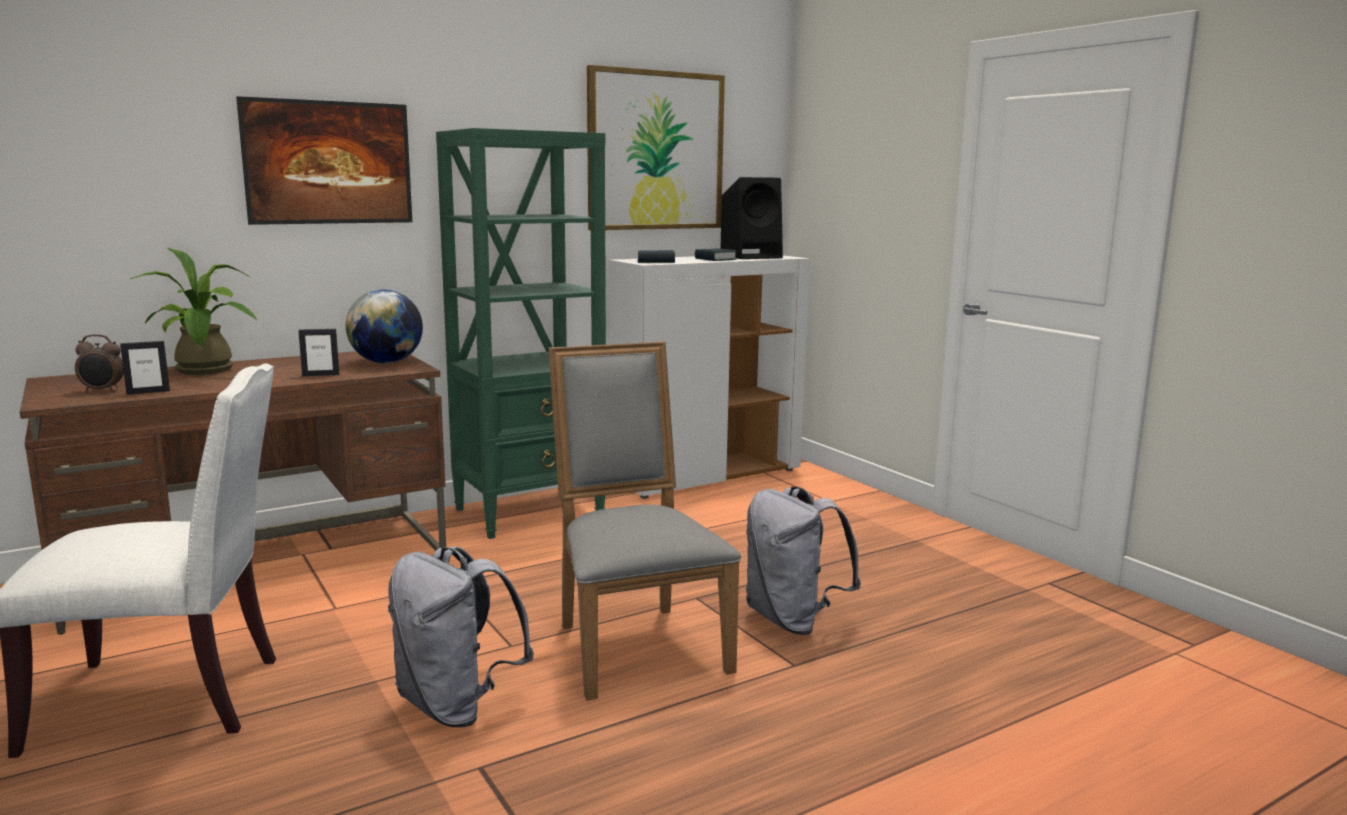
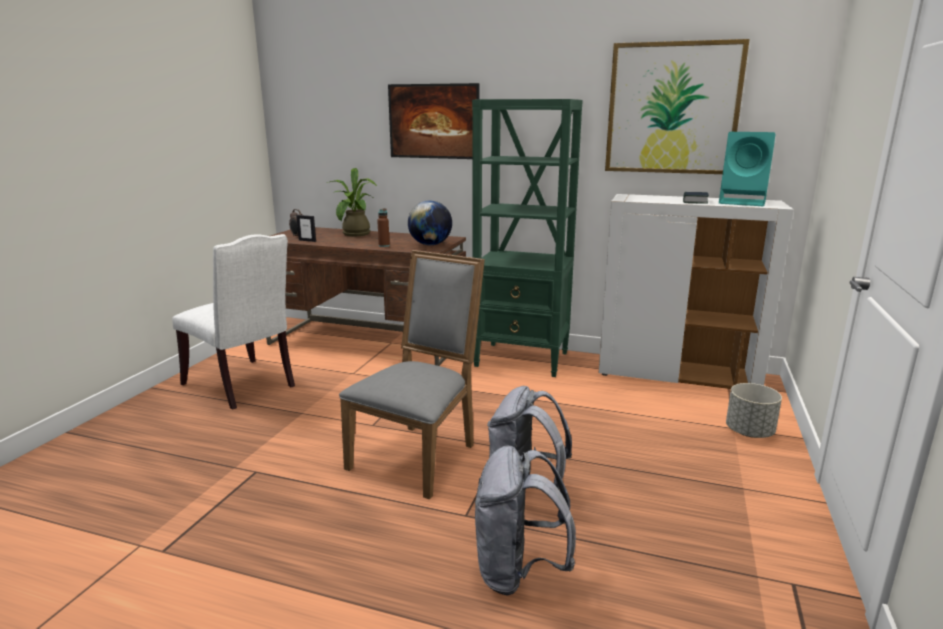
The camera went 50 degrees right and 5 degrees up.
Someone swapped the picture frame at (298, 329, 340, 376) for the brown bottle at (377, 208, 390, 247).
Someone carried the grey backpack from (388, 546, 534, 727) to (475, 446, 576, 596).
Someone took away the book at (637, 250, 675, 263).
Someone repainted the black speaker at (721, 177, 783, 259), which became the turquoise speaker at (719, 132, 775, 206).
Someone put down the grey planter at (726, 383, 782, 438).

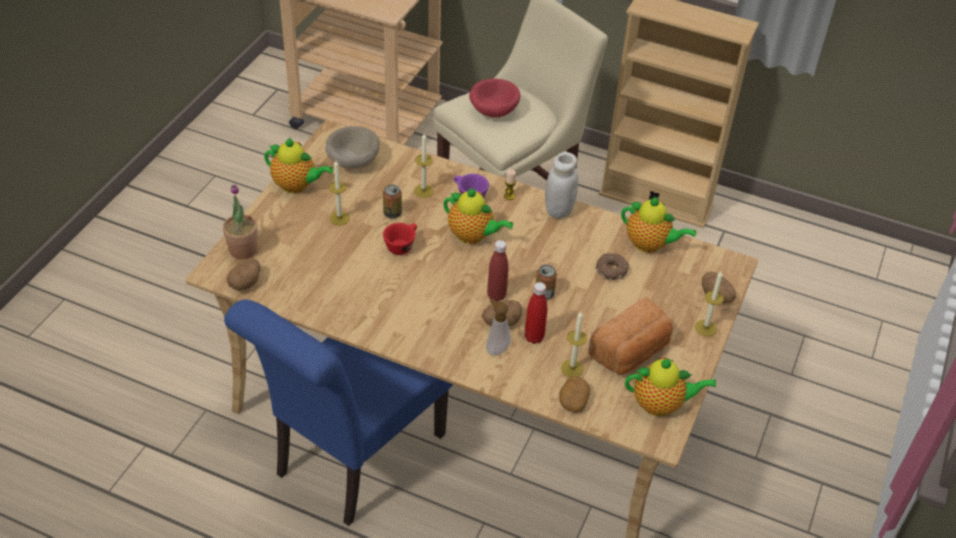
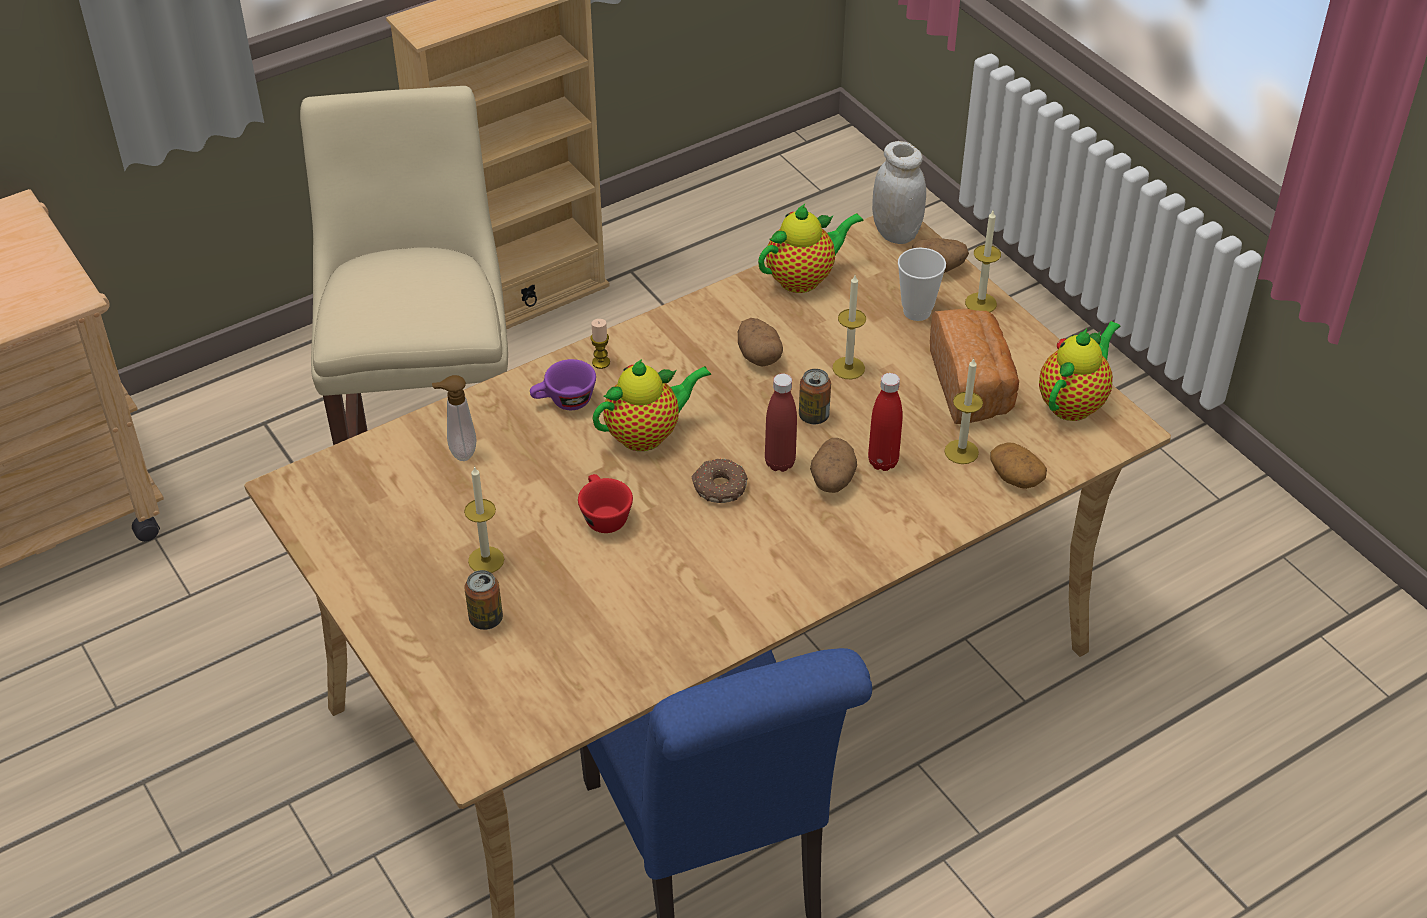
The camera went 55 degrees left and 0 degrees up.
Someone took away the potted plant at (223, 184, 258, 259).
Someone carried the potato from (226, 258, 260, 291) to (738, 318, 783, 367).
Someone took away the teapot at (264, 138, 333, 193).
Someone took away the beige bowl at (325, 126, 380, 169).
Someone carried the can from (383, 184, 402, 218) to (464, 570, 503, 630).
Someone carried the candle from (414, 134, 434, 198) to (833, 275, 866, 379).
Someone took away the red bowl at (469, 78, 520, 118).
Someone carried the soap dispenser from (486, 299, 511, 356) to (432, 375, 476, 461).
Someone carried the white jar from (545, 152, 578, 218) to (872, 141, 926, 244).
Someone carried the donut from (595, 253, 629, 280) to (691, 458, 748, 503).
Someone put down the cup at (898, 248, 946, 321).

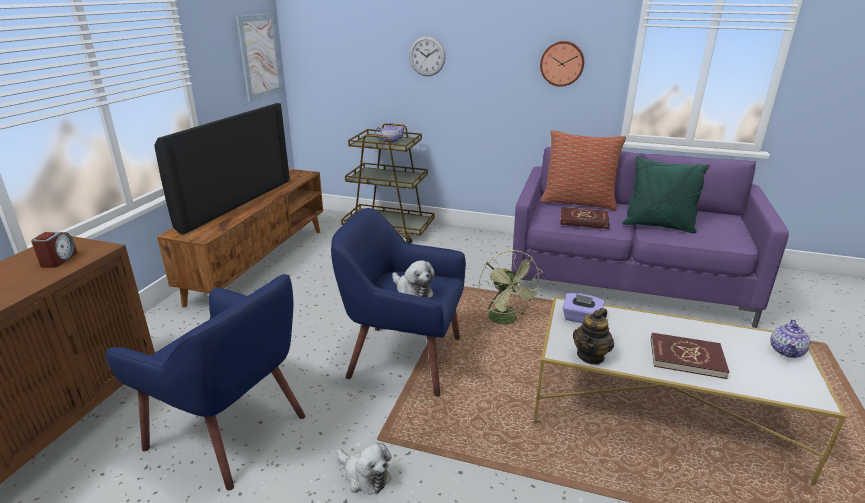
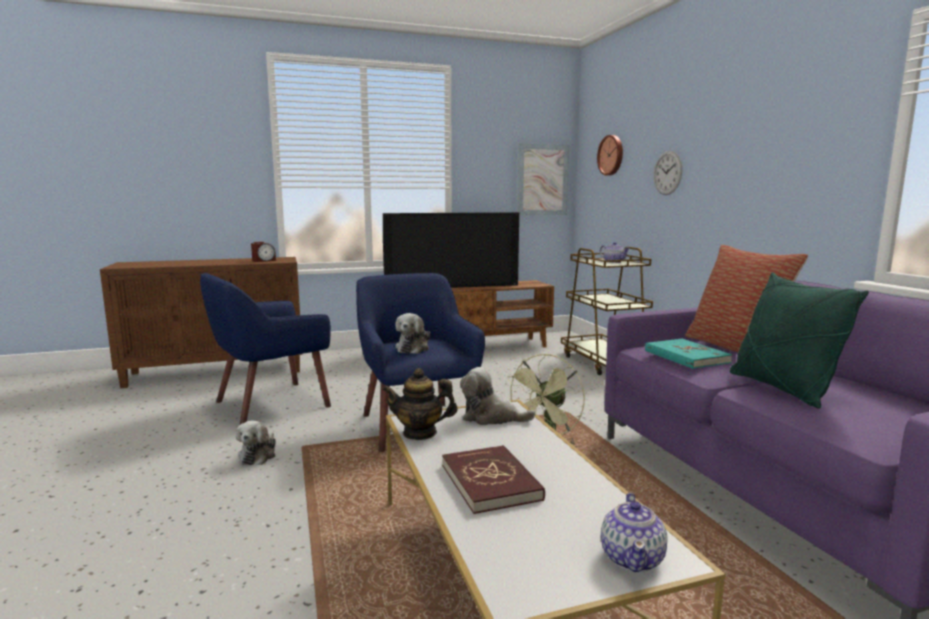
The camera went 55 degrees right and 15 degrees down.
Someone rotated the blue armchair at (105, 274, 306, 491) by 60 degrees clockwise.
Someone carried the wall clock from (540, 41, 584, 87) to (597, 135, 623, 176).
Someone repainted the red book at (560, 207, 610, 229), which became the turquoise book at (645, 339, 732, 369).
Someone swapped the purple tissue box at (563, 293, 605, 323) for the plush toy at (460, 367, 535, 425).
Someone rotated the teapot at (770, 320, 811, 358) by 75 degrees counterclockwise.

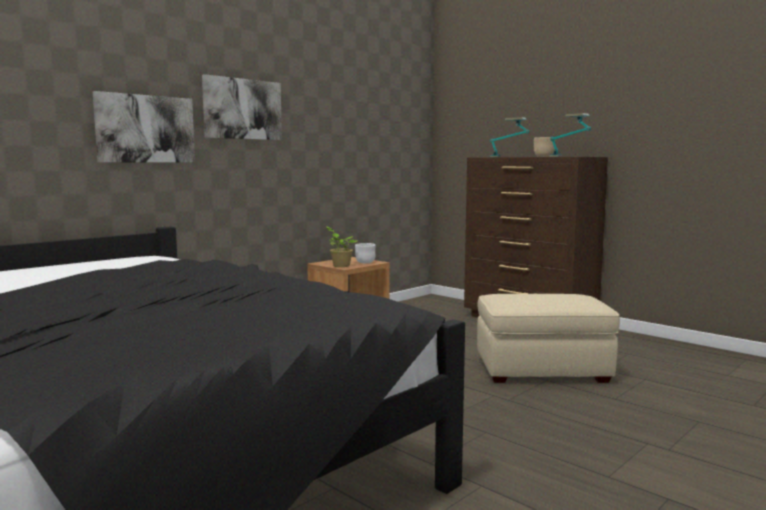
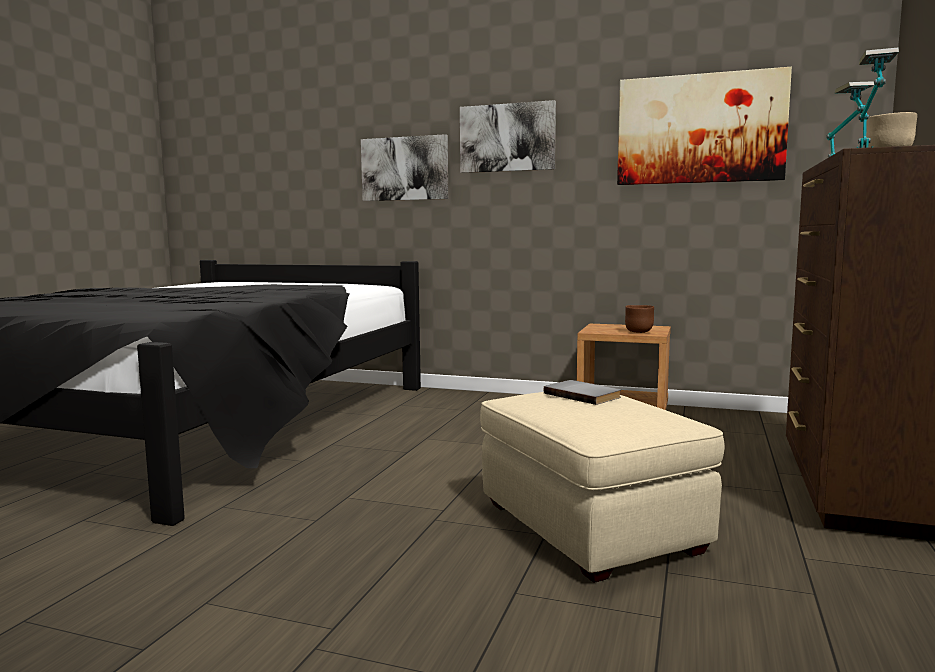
The camera went 65 degrees right and 0 degrees up.
Someone took away the potted plant at (326, 226, 357, 267).
Someone repainted the white bowl at (355, 243, 375, 263), which became the brown bowl at (625, 305, 654, 333).
Someone put down the grey book at (544, 380, 621, 405).
Someone put up the picture at (617, 67, 792, 185).

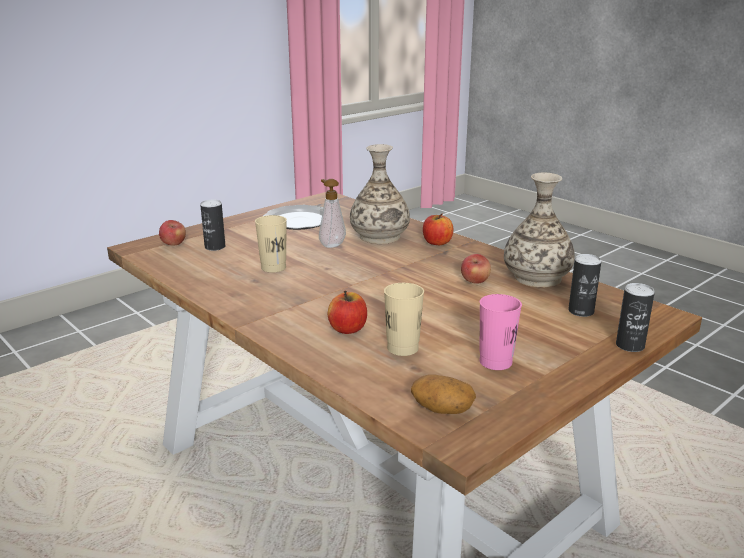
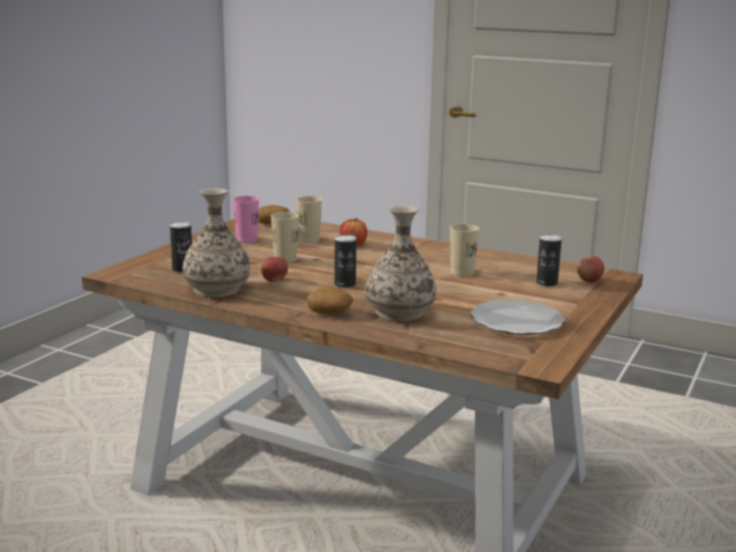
The camera went 160 degrees right and 5 degrees down.
Someone took away the soap dispenser at (319, 179, 346, 248).
Someone swapped the apple at (423, 213, 453, 245) for the potato at (307, 288, 353, 314).
Someone carried the can from (616, 283, 655, 352) to (334, 234, 356, 288).
Someone put down the beige cup at (271, 212, 299, 263).

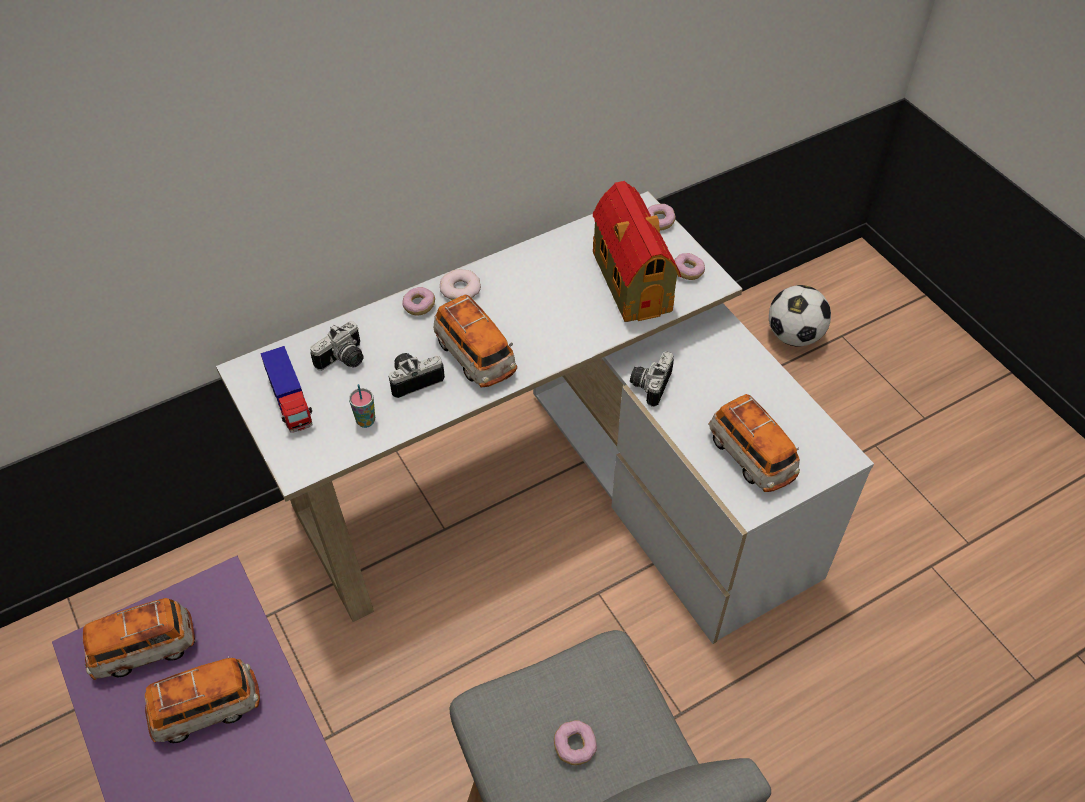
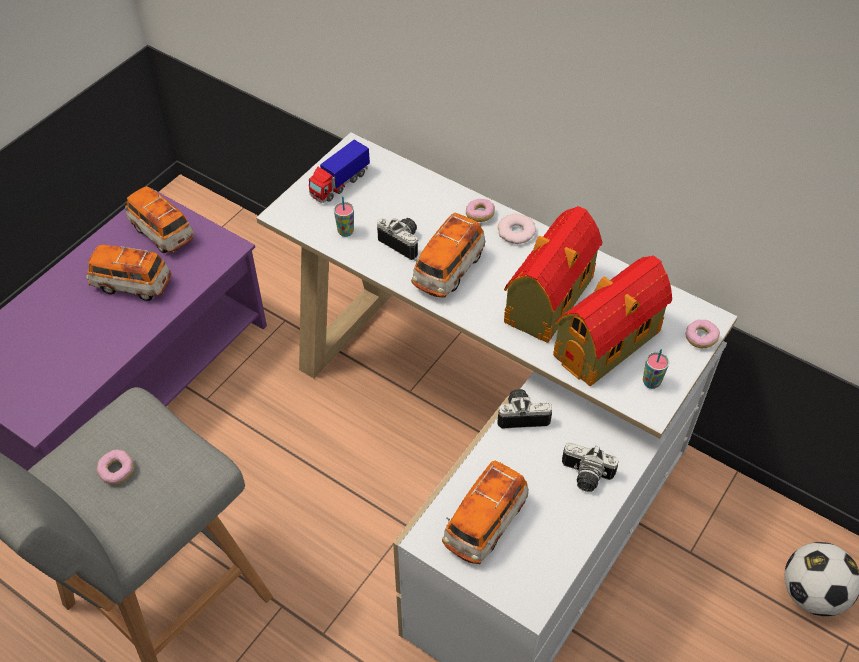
The camera went 65 degrees right and 0 degrees up.
Someone rotated the toy car at (145, 656, 260, 743) by 150 degrees clockwise.
Someone carried the photo camera from (310, 321, 364, 370) to (562, 442, 619, 492).
Someone swapped the donut at (674, 253, 705, 280) for the cup at (643, 349, 669, 389).
Someone put down the toy house at (504, 206, 602, 343).

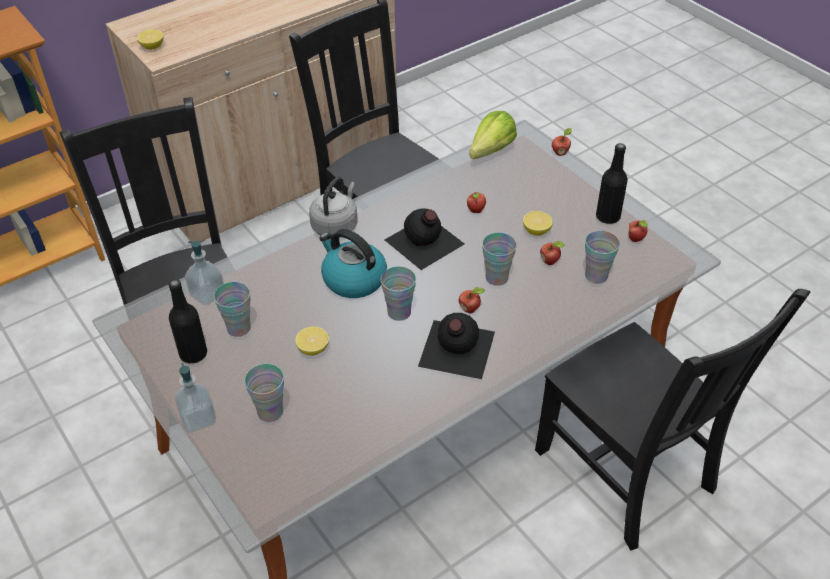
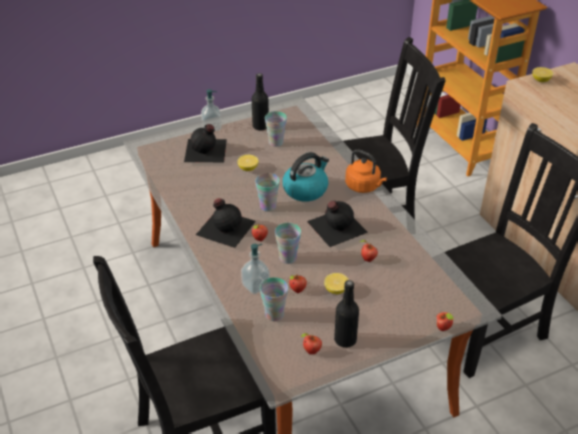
The camera went 100 degrees right and 5 degrees down.
Someone carried the soap dispenser from (185, 241, 224, 305) to (241, 244, 270, 294).
Someone swapped the cup at (244, 364, 284, 422) for the black bottle at (184, 124, 227, 162).
Someone repainted the grey kettle at (309, 177, 357, 235), which became the orange kettle at (345, 149, 387, 193).
Someone took away the lettuce at (469, 111, 517, 159).

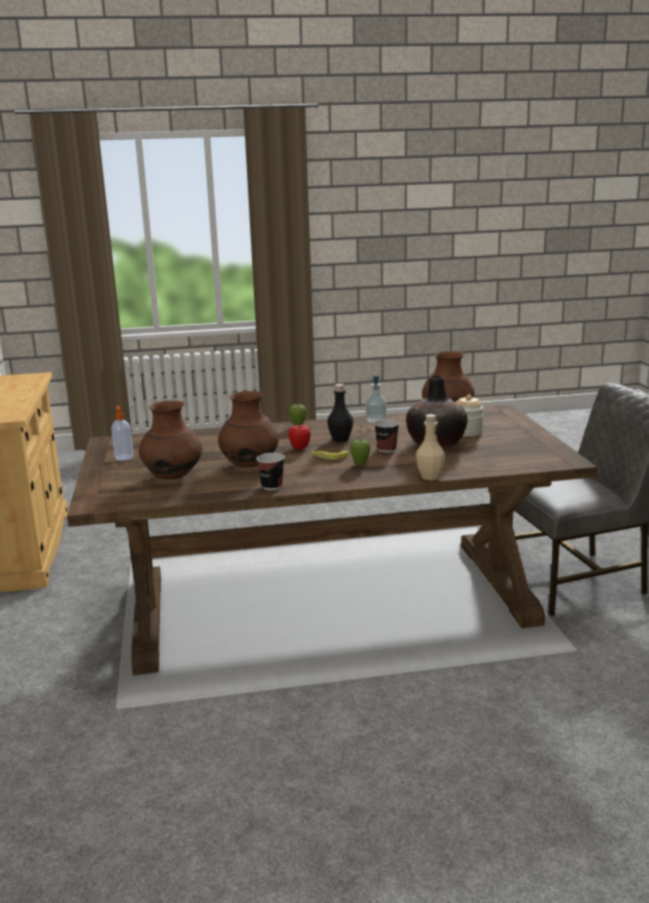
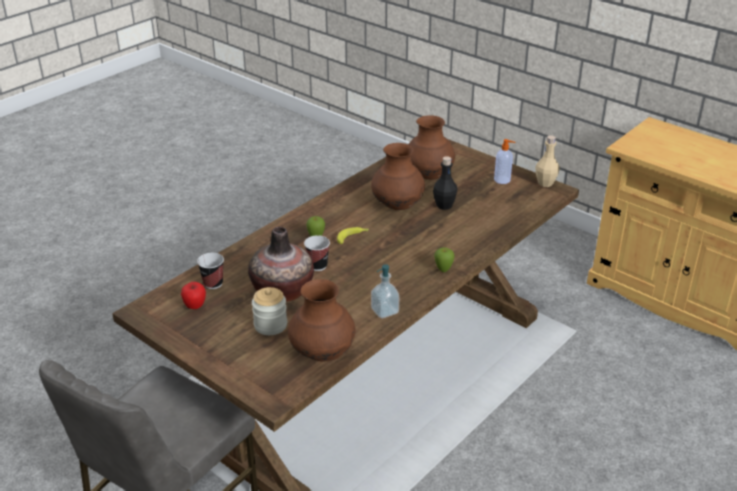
The camera went 140 degrees right and 15 degrees up.
Someone carried the cup from (256, 453, 285, 490) to (197, 253, 224, 289).
Someone carried the apple from (288, 425, 311, 449) to (181, 282, 206, 309).
Someone carried the black bottle from (327, 384, 353, 442) to (433, 156, 458, 210).
Someone carried the beige bottle from (416, 414, 445, 480) to (535, 135, 560, 187).

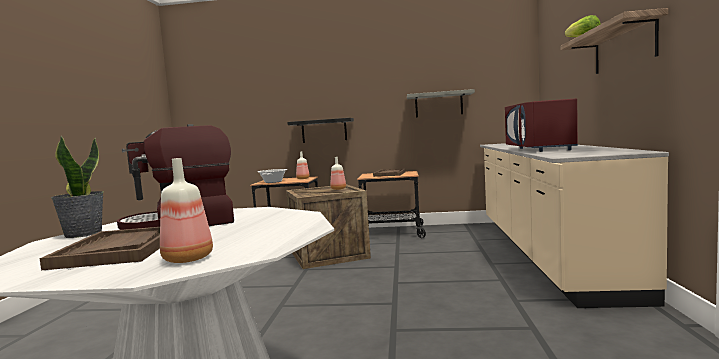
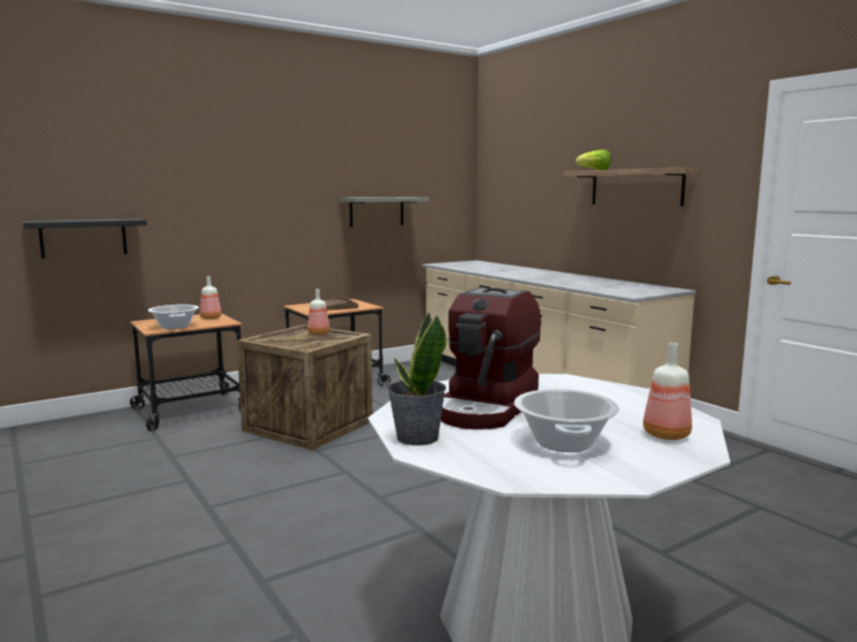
The camera went 40 degrees left and 5 degrees up.
Someone swapped the brown tray at (40, 227, 160, 270) for the cooking pot at (514, 389, 619, 452).
Someone carried the black shelf from (287, 118, 354, 143) to (21, 219, 147, 258).
Someone took away the red microwave at (505, 98, 578, 152).

